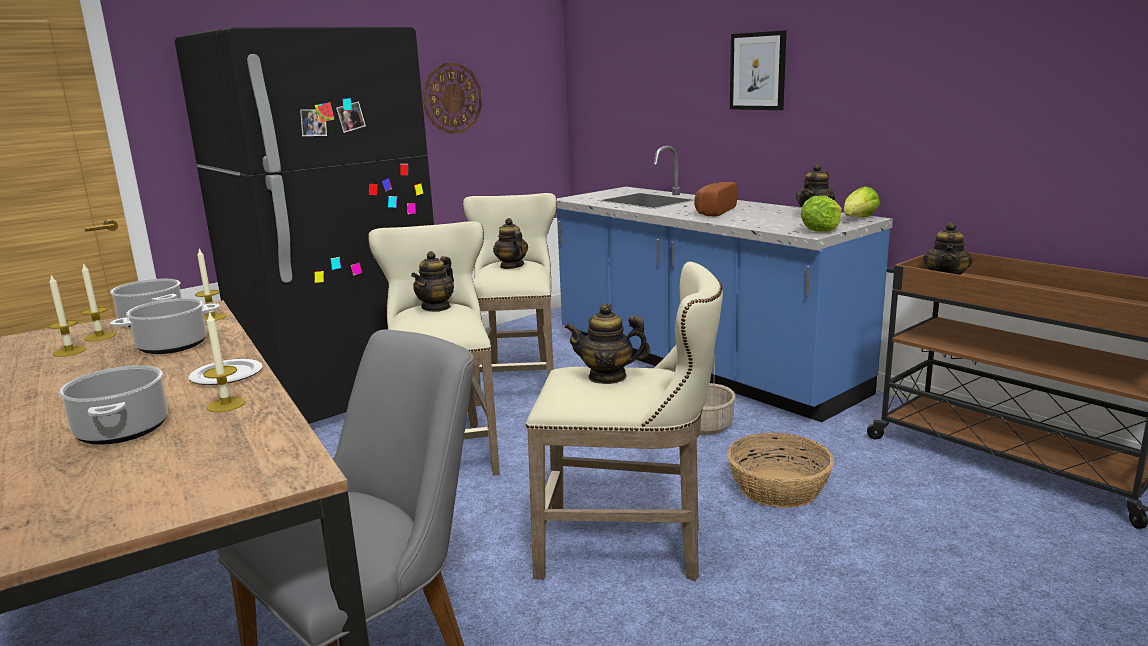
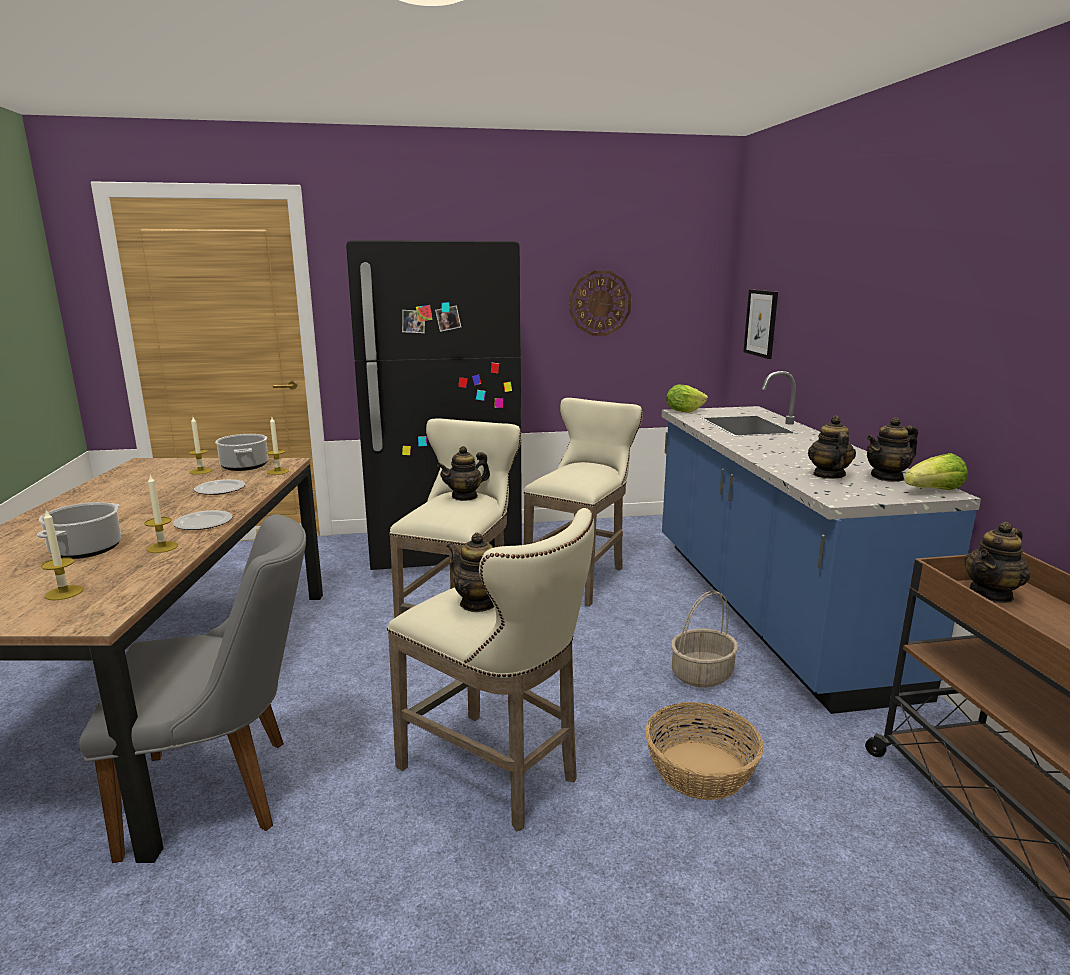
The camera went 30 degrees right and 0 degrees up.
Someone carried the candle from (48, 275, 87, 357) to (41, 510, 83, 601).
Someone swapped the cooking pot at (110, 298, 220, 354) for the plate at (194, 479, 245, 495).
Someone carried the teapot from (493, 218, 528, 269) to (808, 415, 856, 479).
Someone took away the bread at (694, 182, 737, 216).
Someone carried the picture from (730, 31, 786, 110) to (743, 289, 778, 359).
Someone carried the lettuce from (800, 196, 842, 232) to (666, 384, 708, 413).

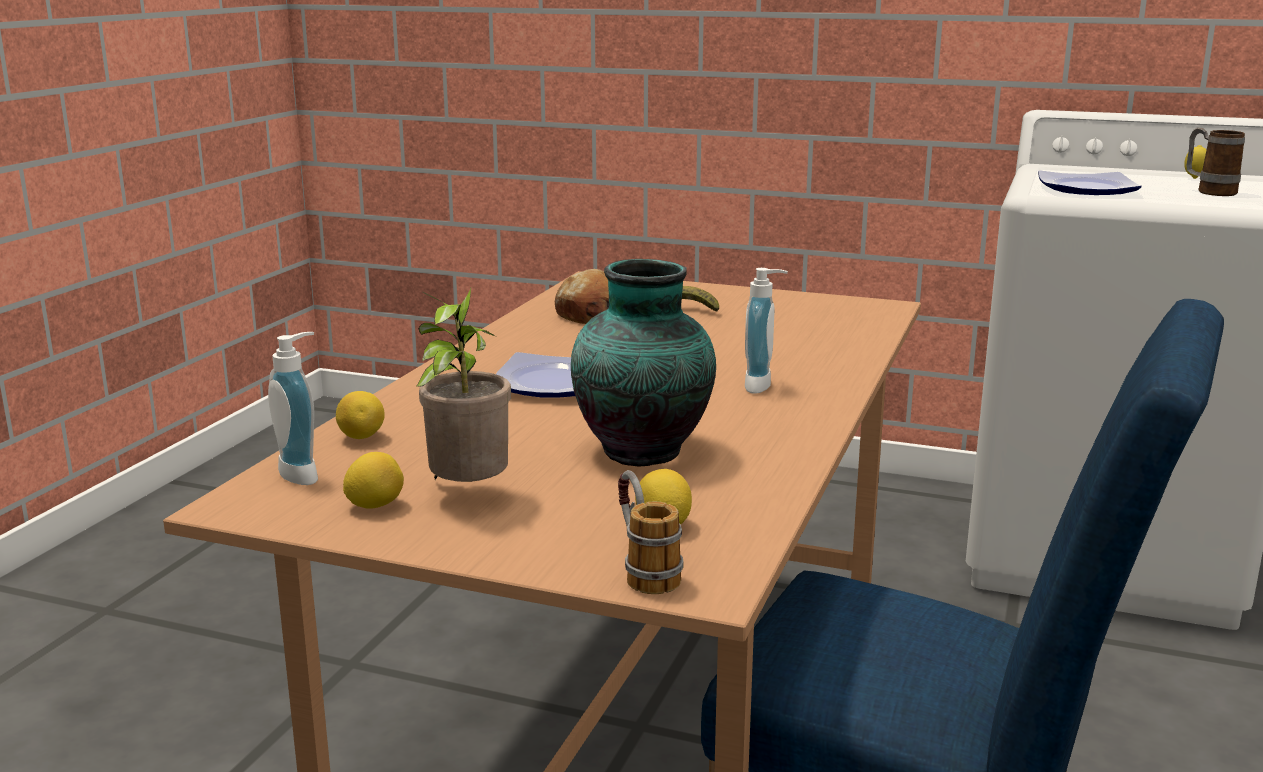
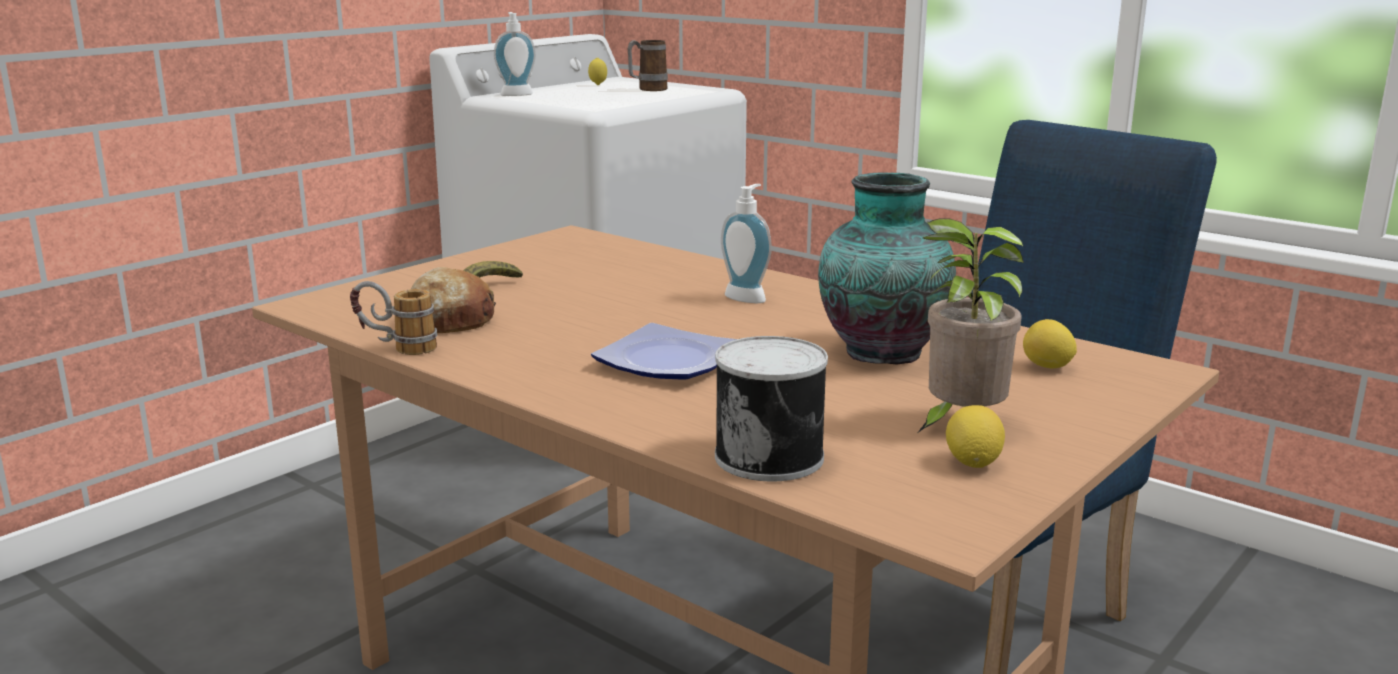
The camera went 70 degrees left and 0 degrees up.
Someone carried the soap dispenser from (268, 332, 318, 485) to (494, 12, 536, 96).
Someone swapped the lemon at (336, 391, 385, 439) for the can at (715, 336, 828, 482).
Someone carried the mug from (618, 470, 684, 594) to (350, 281, 437, 355).
Someone took away the plate at (1038, 170, 1142, 195).

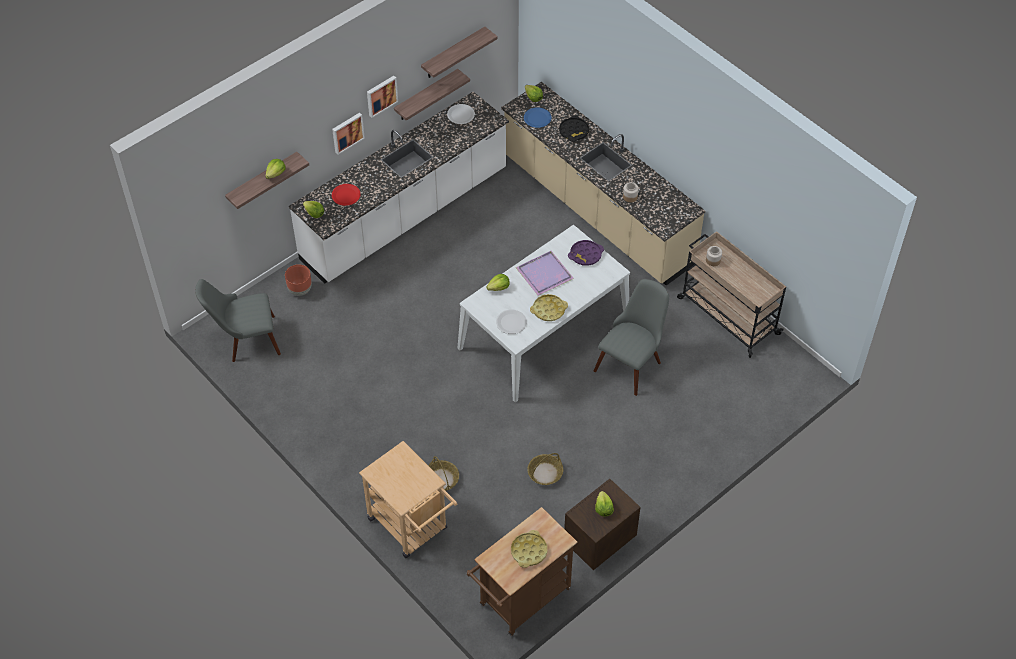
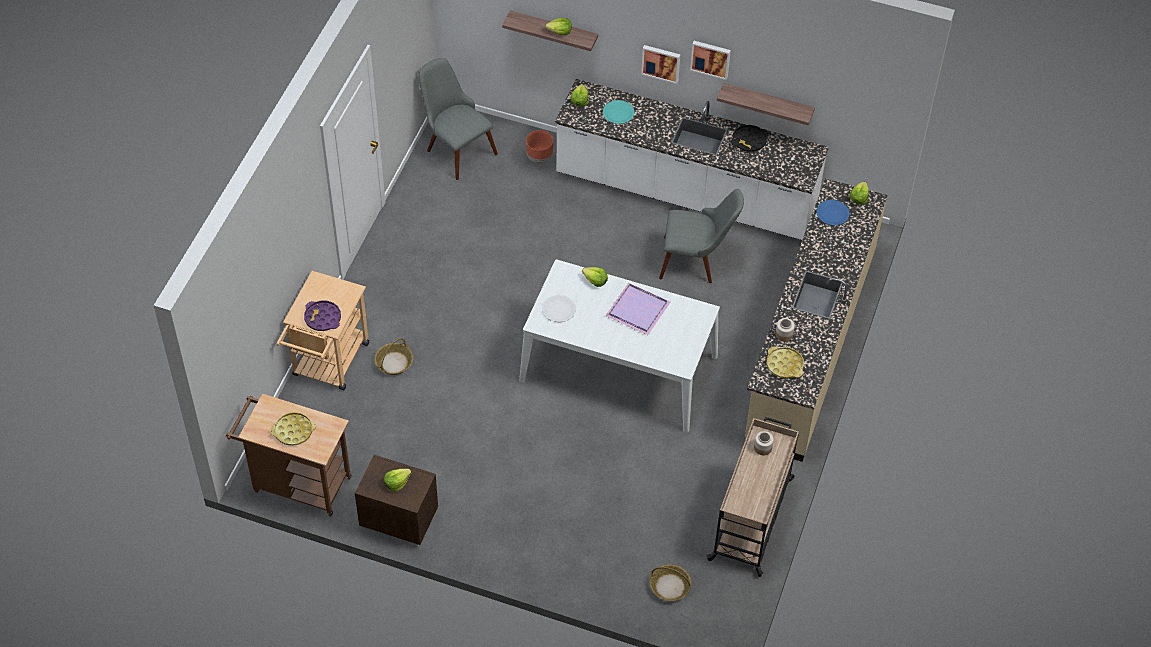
The camera went 60 degrees right and 0 degrees up.
Someone repainted the red plate at (332, 184, 361, 206), which became the turquoise plate at (603, 100, 634, 124).
Someone took away the shelf at (421, 27, 498, 78).
Someone took away the white plate at (447, 104, 475, 124).
Someone carried the basket from (527, 453, 563, 485) to (650, 565, 691, 601).
Someone carried the yellow tray from (530, 294, 568, 321) to (767, 347, 804, 379).
Someone carried the black tray from (559, 115, 589, 142) to (731, 125, 769, 152).
Someone carried the purple tray from (568, 240, 604, 266) to (304, 300, 341, 331).
Someone carried the grey chair from (594, 279, 669, 396) to (659, 189, 744, 283).

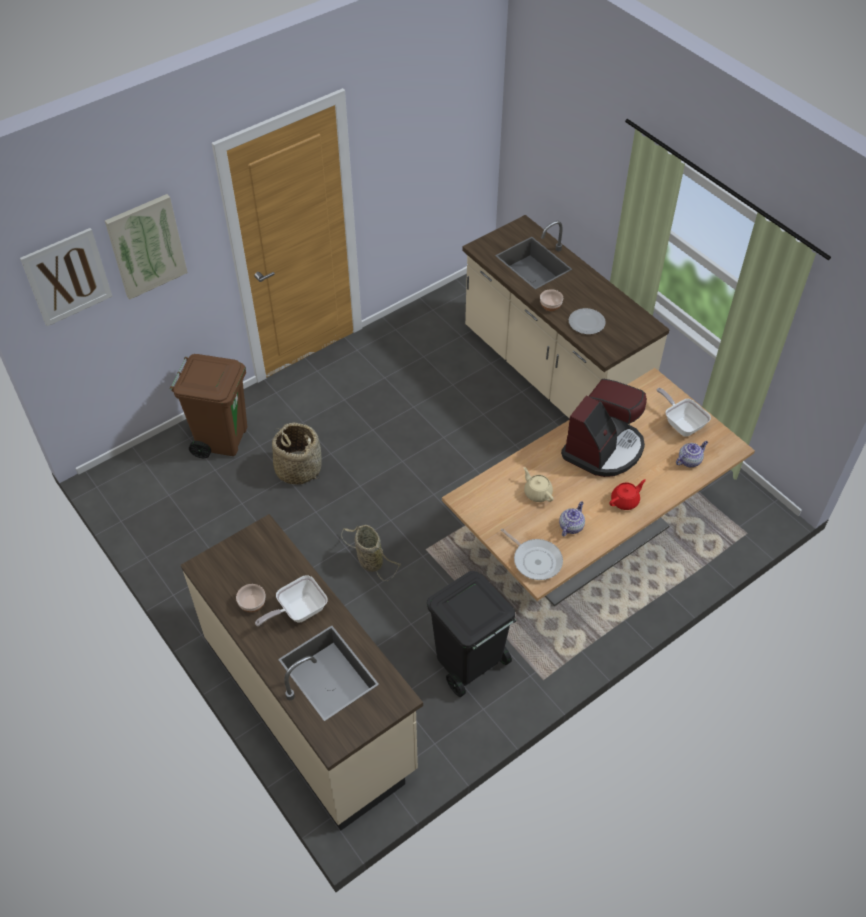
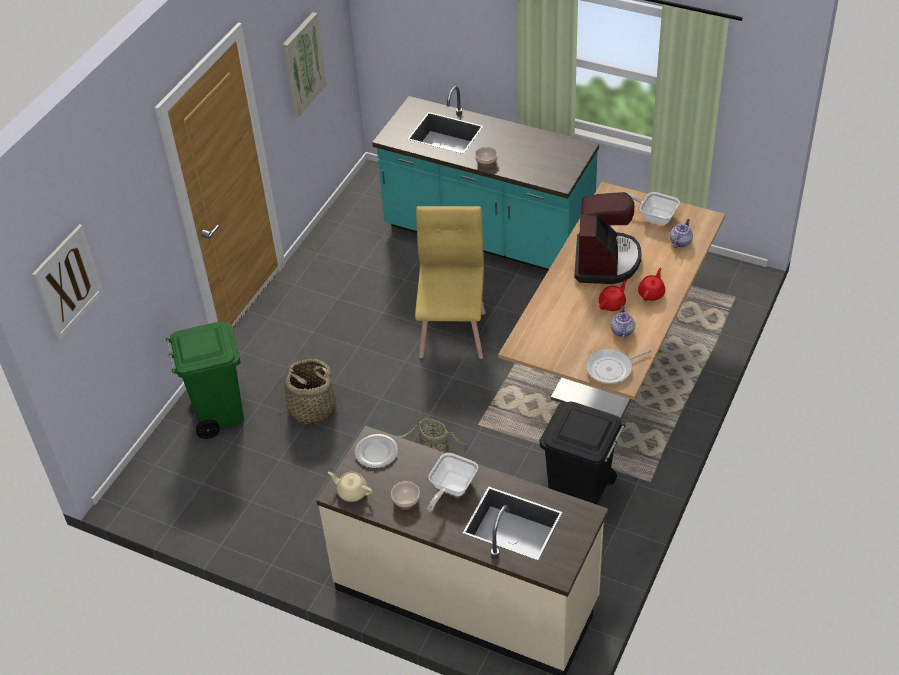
The camera went 25 degrees left and 5 degrees down.
Someone carried the picture from (105, 194, 188, 299) to (283, 12, 327, 117).
Someone repainted the brown trash can at (170, 354, 247, 458), which became the green trash can at (166, 322, 244, 439).
Someone repainted the beige counter at (462, 215, 670, 419), which became the turquoise counter at (372, 86, 599, 270).
Someone rotated the frying pan at (501, 528, 563, 580) by 135 degrees clockwise.
Someone carried the beige teapot from (524, 467, 554, 502) to (328, 472, 372, 502).
Someone carried the plate from (569, 308, 606, 334) to (355, 434, 398, 468).
Someone put down the yellow chair at (415, 206, 486, 359).
Someone put down the red teapot at (599, 280, 627, 311).

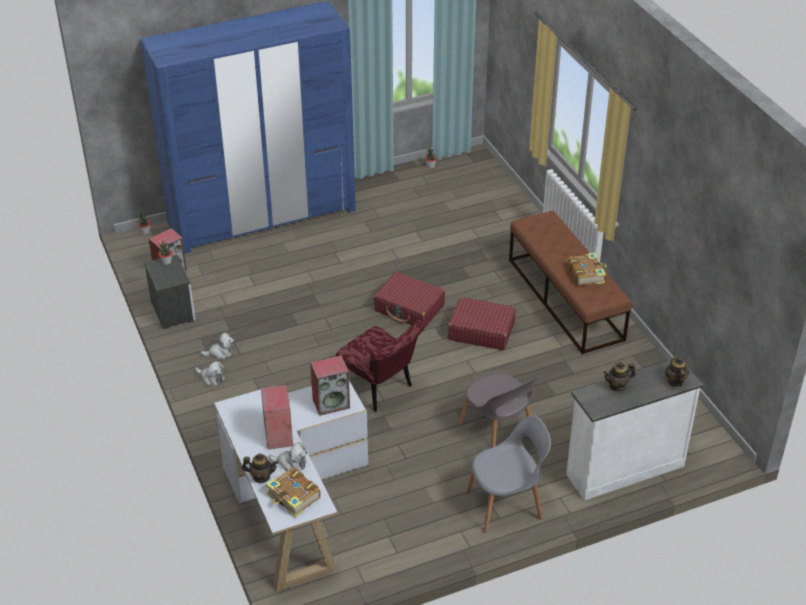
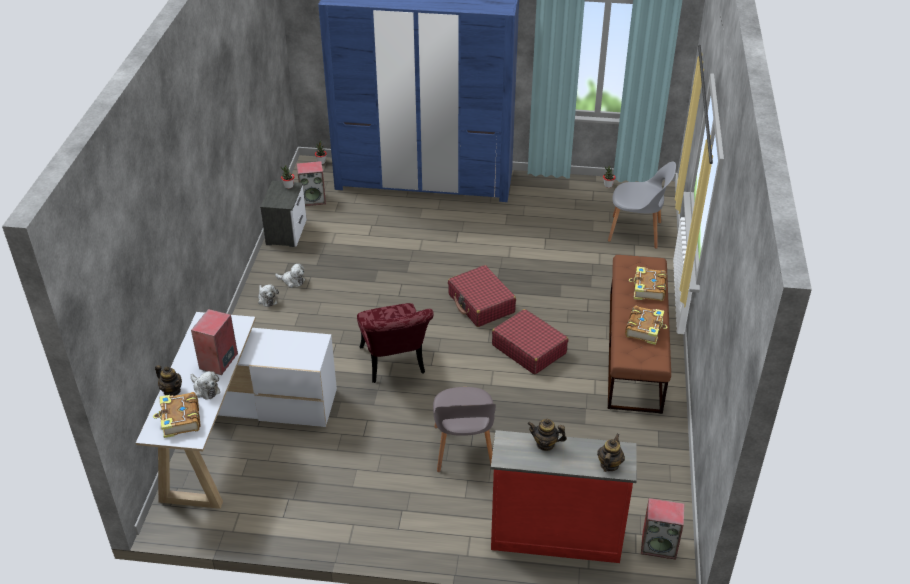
The camera went 30 degrees right and 0 degrees up.
Someone carried the speaker from (310, 355, 350, 416) to (641, 498, 684, 560).
Someone carried the grey chair from (466, 415, 551, 533) to (608, 162, 676, 249).
Someone repainted the white dresser at (566, 361, 703, 501), which became the red dresser at (491, 430, 637, 563).
Someone put down the book at (629, 267, 667, 301).

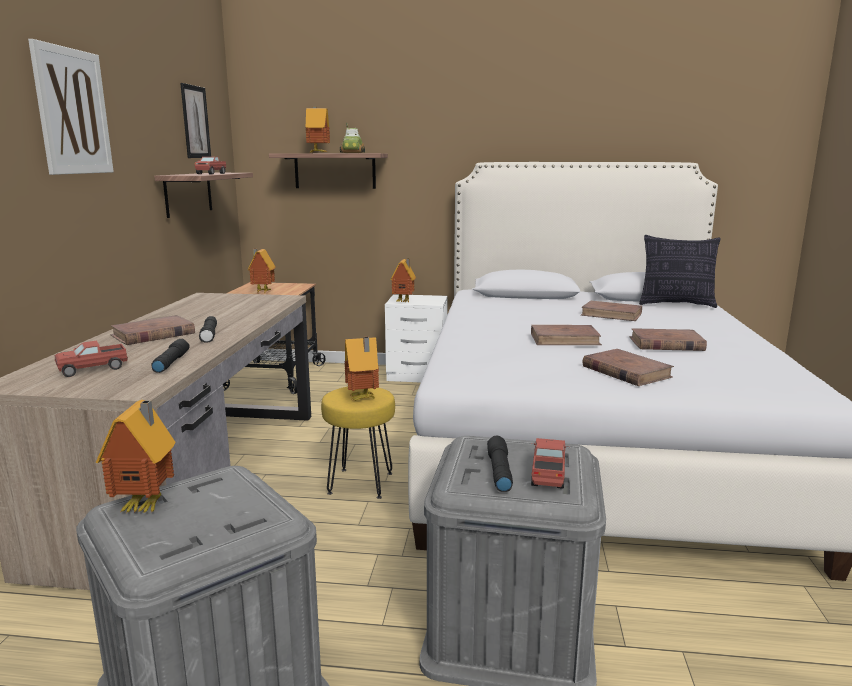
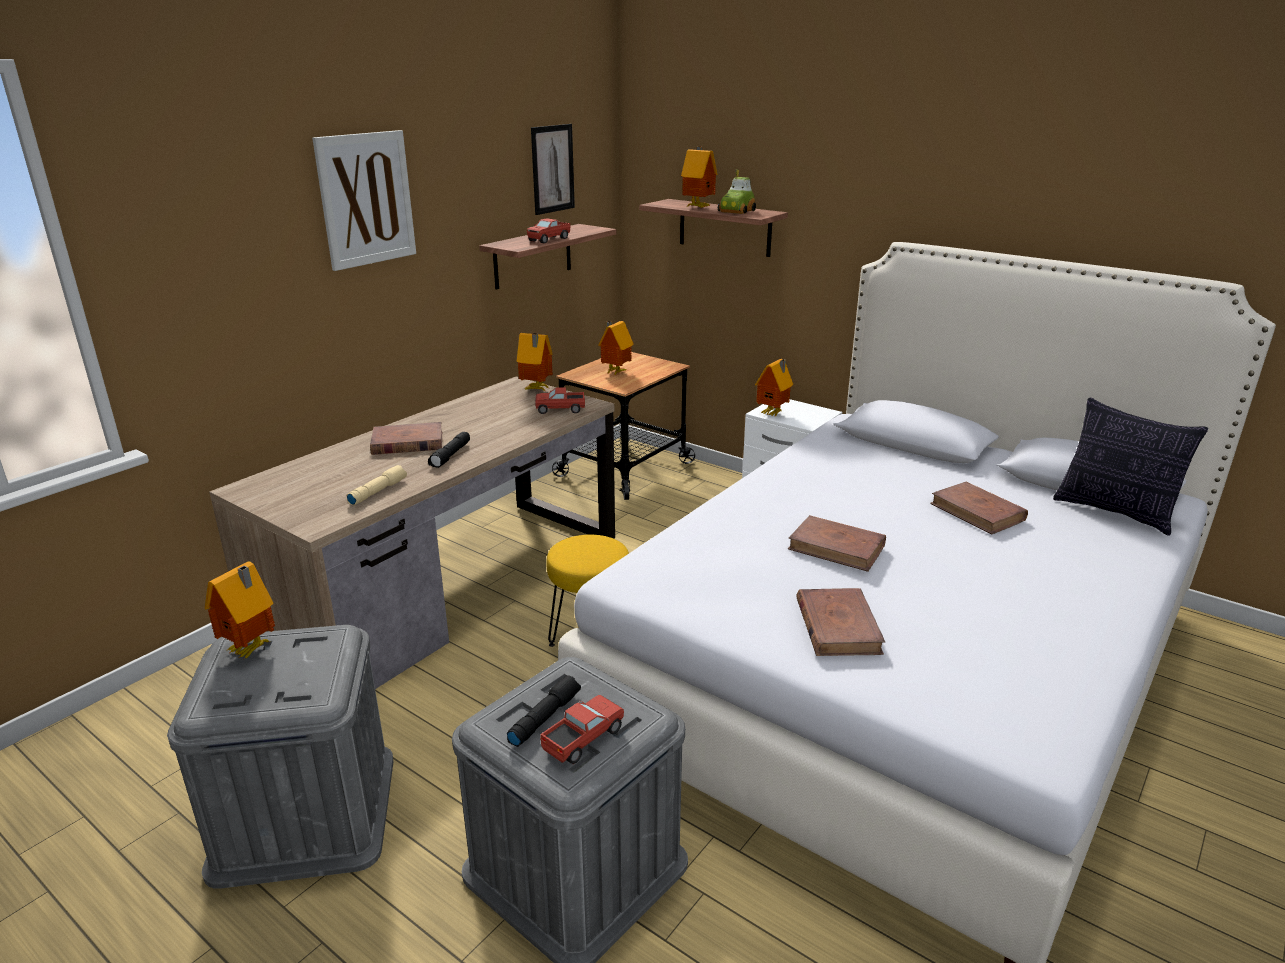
The camera went 30 degrees right and 10 degrees up.
Someone carried the toy truck from (55, 341, 128, 377) to (535, 387, 585, 414).
Someone repainted the black flashlight at (151, 339, 190, 373), which became the beige flashlight at (346, 465, 407, 505).
Someone carried the toy house from (345, 337, 379, 401) to (517, 333, 553, 391).
Someone took away the brown book at (629, 328, 707, 351).

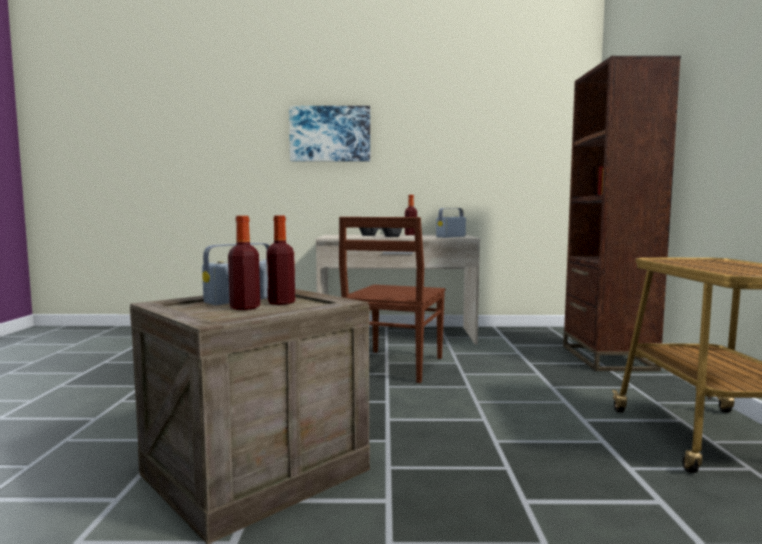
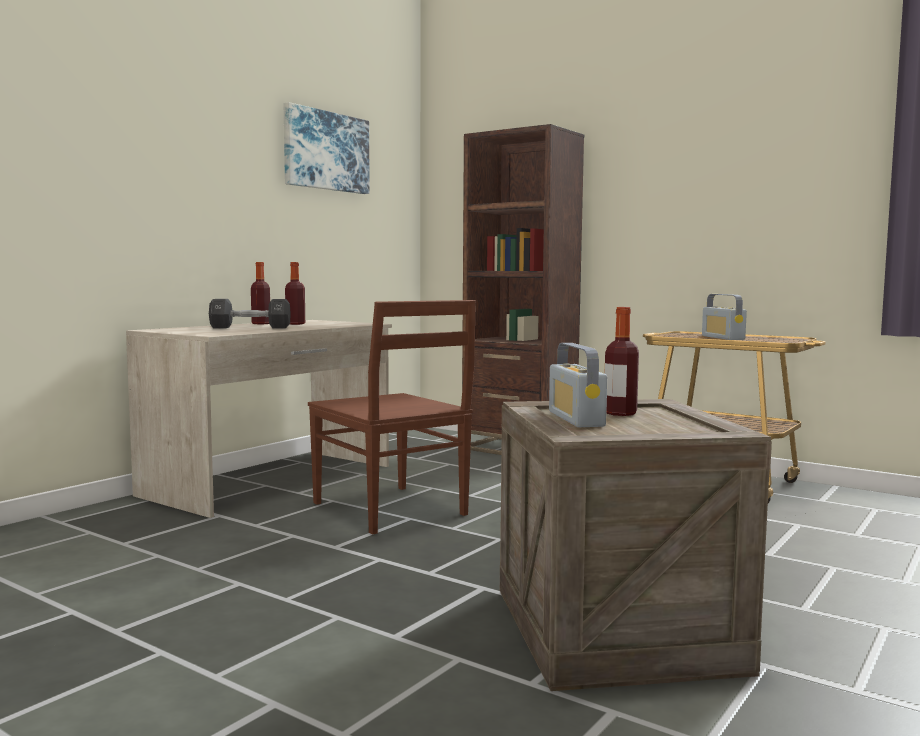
The camera went 55 degrees left and 0 degrees up.
Someone carried the bottle from (228, 216, 260, 310) to (285, 262, 305, 325).
Someone carried the picture from (289, 106, 370, 161) to (284, 102, 370, 194).
Someone carried the radio from (436, 208, 466, 238) to (702, 294, 747, 340).

